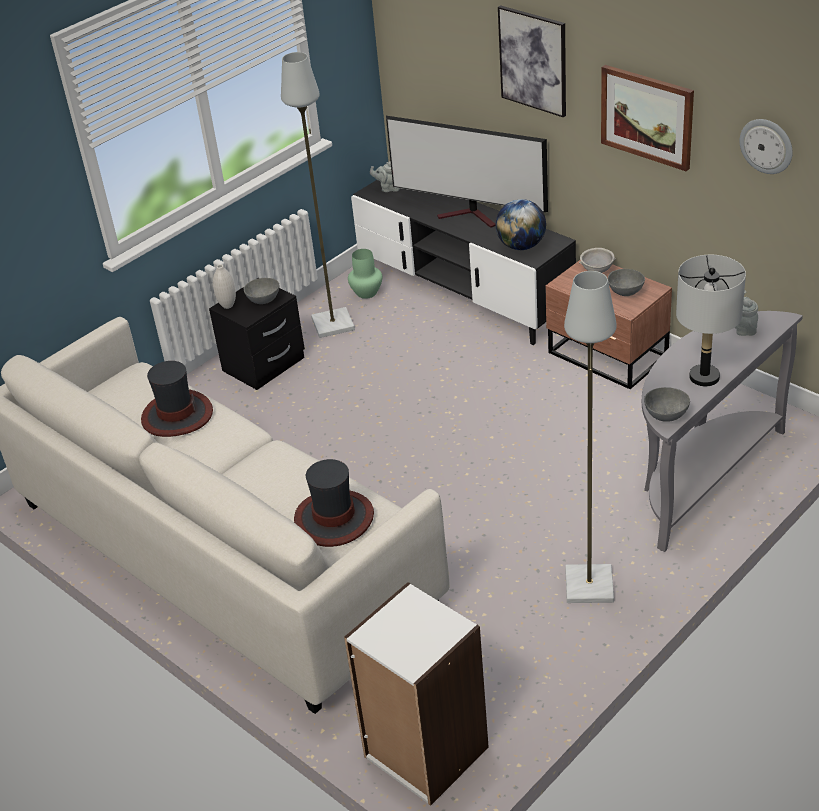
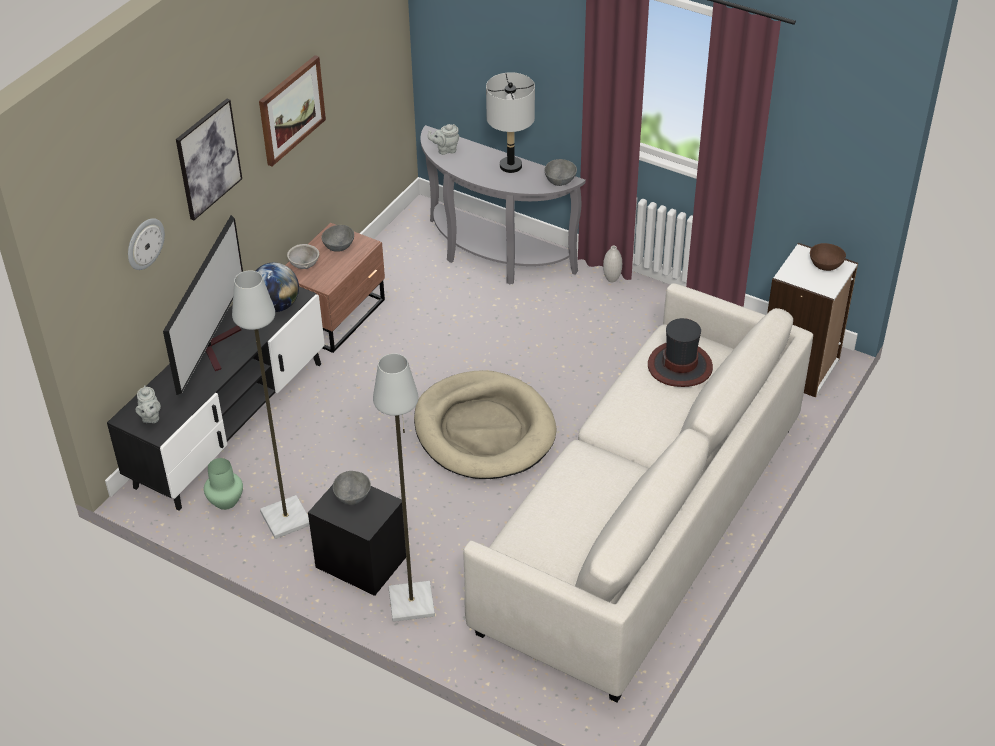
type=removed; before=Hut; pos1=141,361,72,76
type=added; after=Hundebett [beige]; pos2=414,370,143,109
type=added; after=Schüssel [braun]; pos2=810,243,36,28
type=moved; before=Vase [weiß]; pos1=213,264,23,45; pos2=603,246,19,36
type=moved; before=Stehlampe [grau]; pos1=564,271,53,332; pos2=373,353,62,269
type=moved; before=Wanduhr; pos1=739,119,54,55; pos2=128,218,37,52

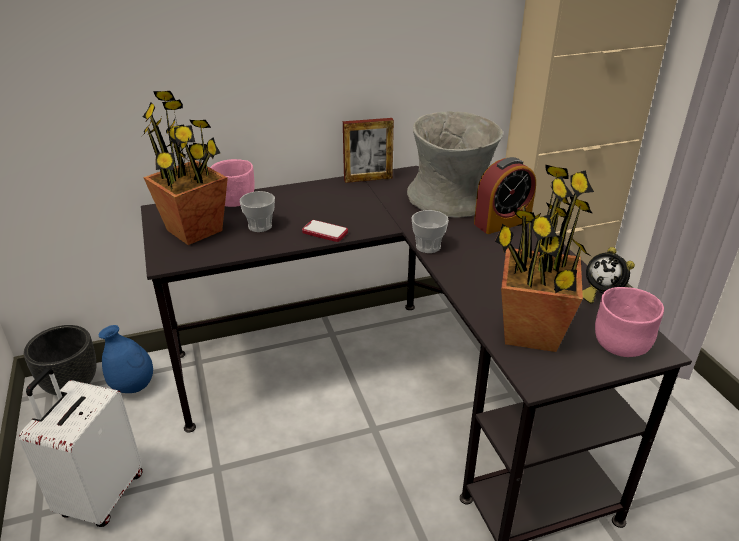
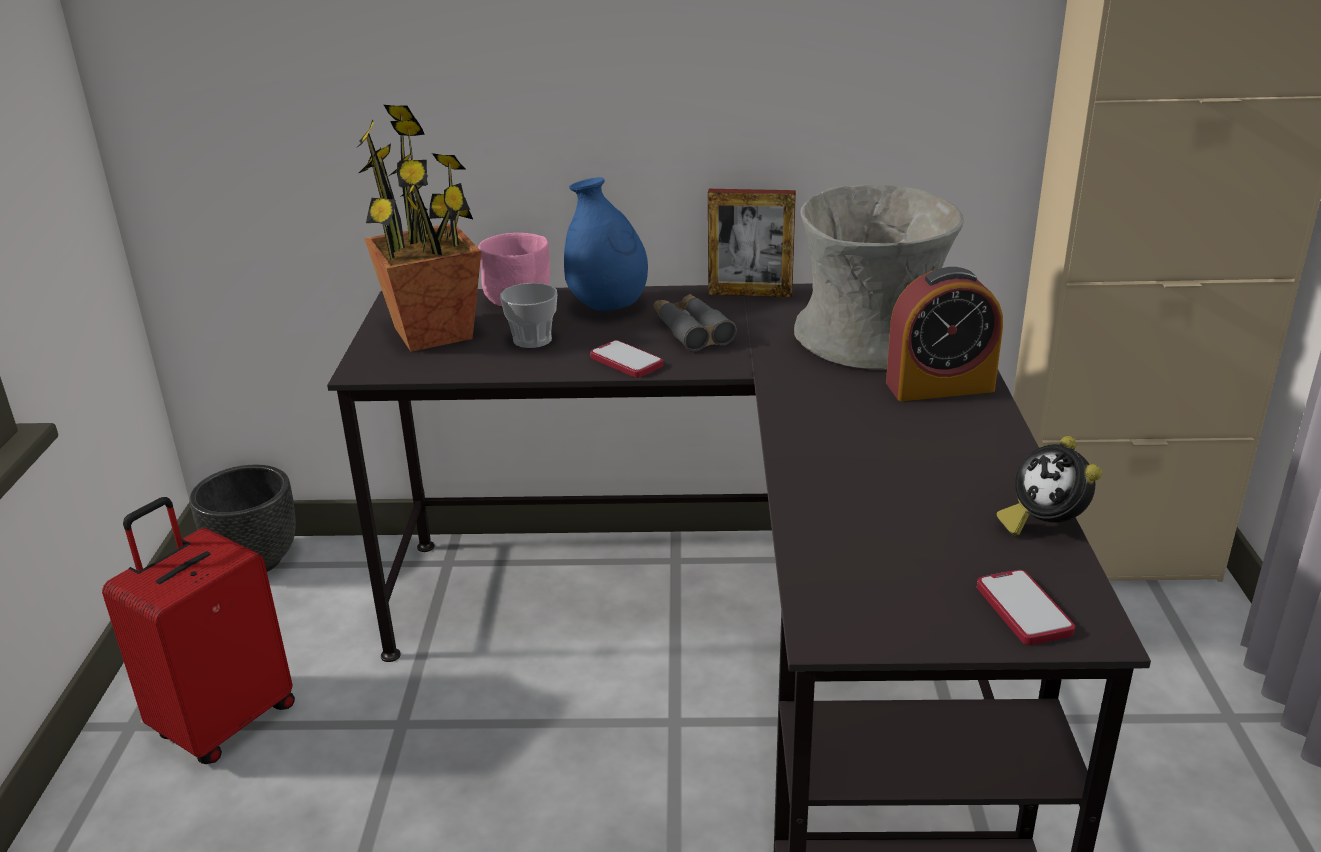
type=removed; before=Tasse; pos1=411,210,38,43
type=removed; before=Topfpflanze; pos1=495,164,99,188
type=added; after=Fernglas [grau]; pos2=653,294,84,57
type=moved; before=Vase [blau]; pos1=99,325,54,68; pos2=564,177,84,134
type=replaced; before=Schüssel [rosa]; after=Handy; pos1=595,287,69,70; pos2=977,570,98,75
type=recoloured; before=Koffer [weiß]; after=Koffer [rot]; pos1=19,368,124,159; pos2=102,497,193,267

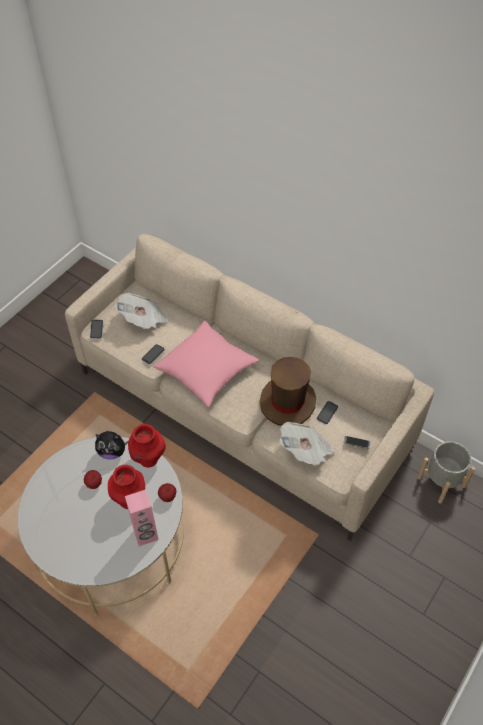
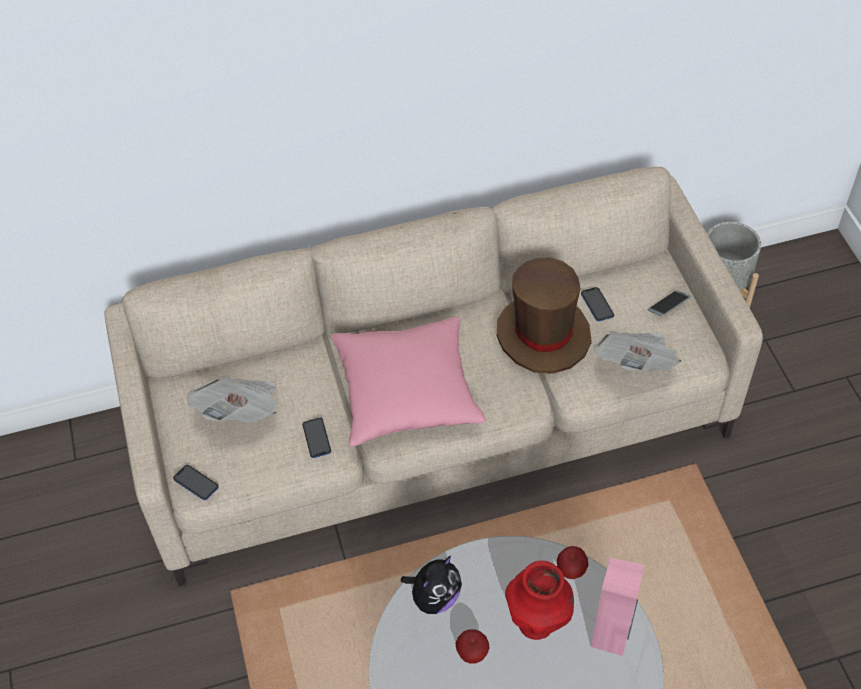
type=removed; before=Vase [rot]; pos1=128,424,38,44

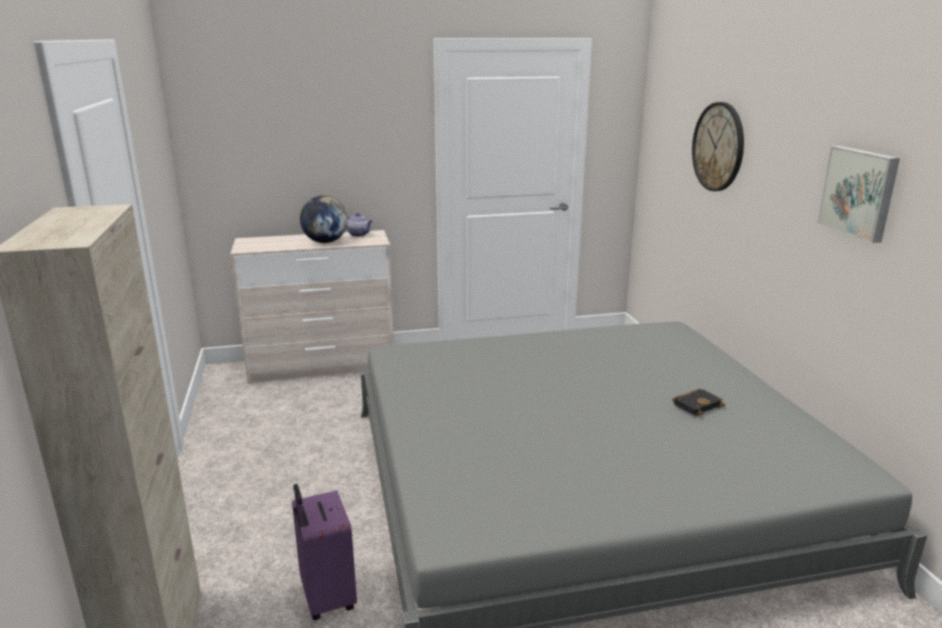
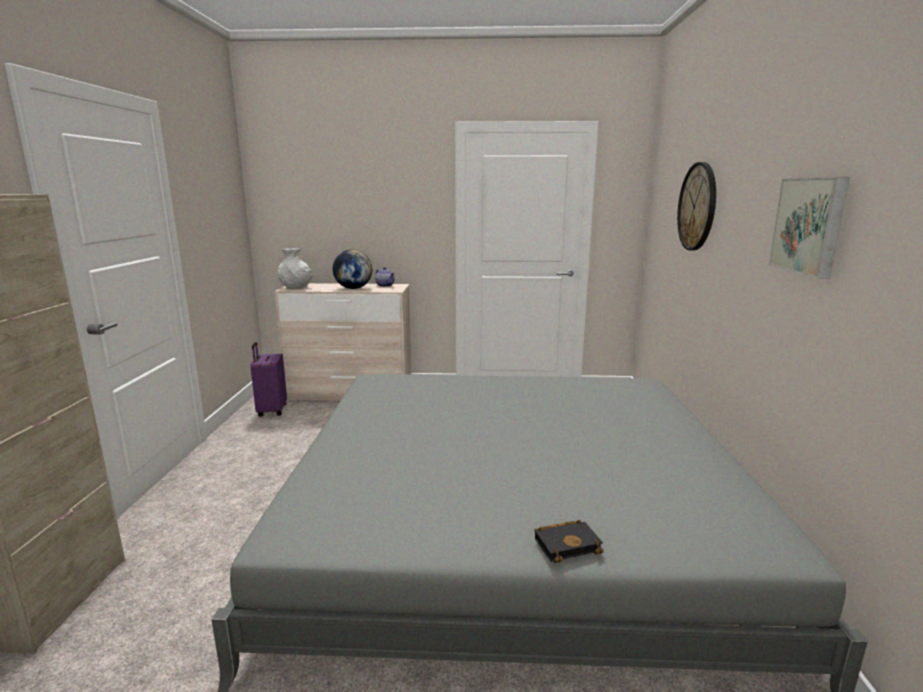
type=added; after=Vase [weiß]; pos2=278,248,35,41
type=moved; before=Koffer [lila]; pos1=292,484,65,136; pos2=250,342,37,75
type=moved; before=Buch [schwarz]; pos1=672,388,53,28; pos2=534,520,70,43

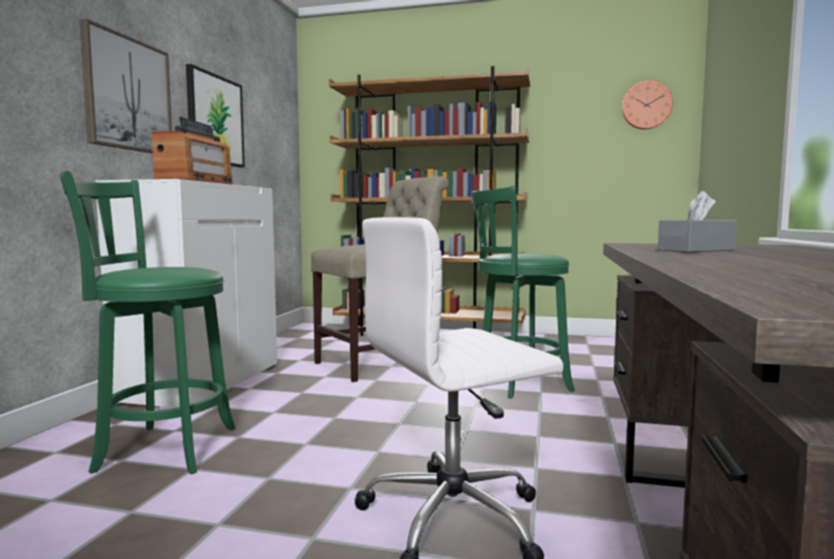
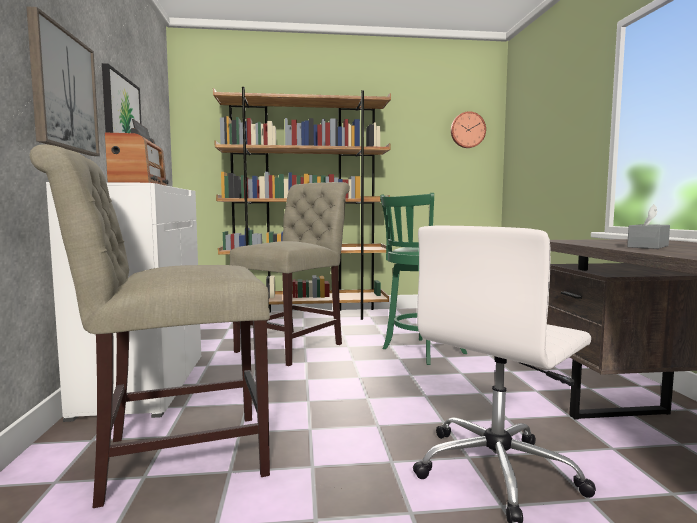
type=replaced; before=Hocker [grün]; after=Stuhl [beige]; pos1=60,171,176,303; pos2=30,144,240,364

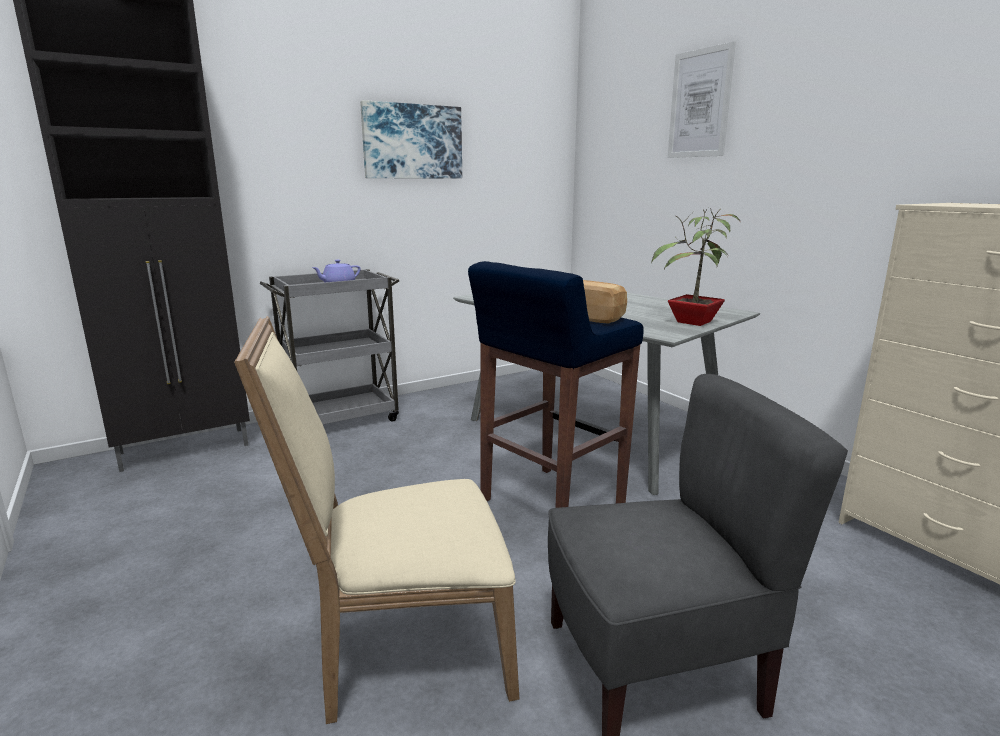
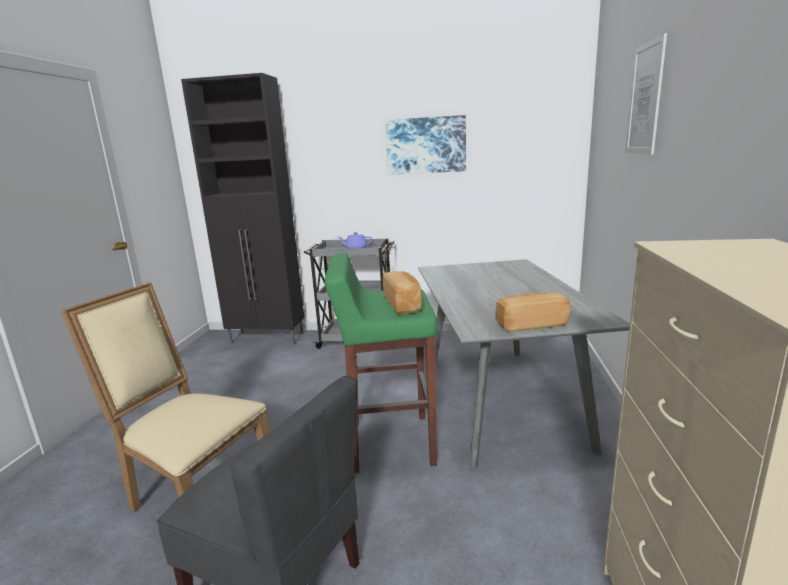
type=replaced; before=Topfpflanze; after=Brot; pos1=651,208,90,118; pos2=496,292,74,40
type=recoloured; before=Hocker [blau]; after=Hocker [grün]; pos1=468,261,176,247; pos2=325,253,112,220

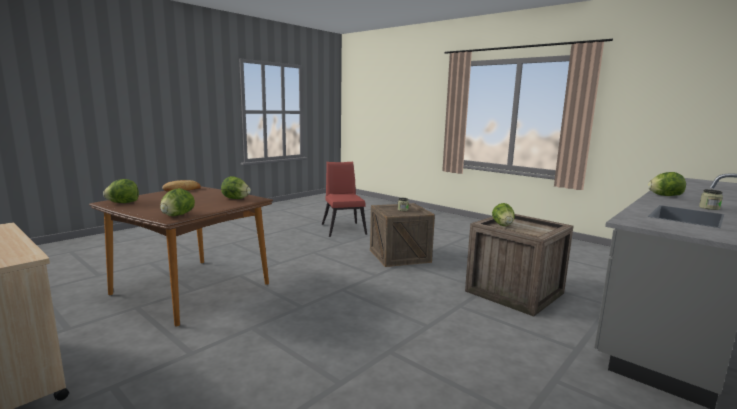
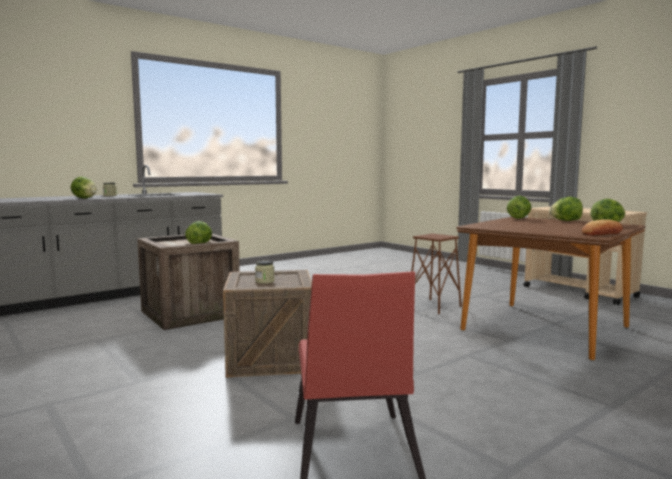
type=added; after=Hocker [braun]; pos2=411,233,51,81
type=moved; before=Salatkopf; pos1=221,176,30,23; pos2=549,197,34,24

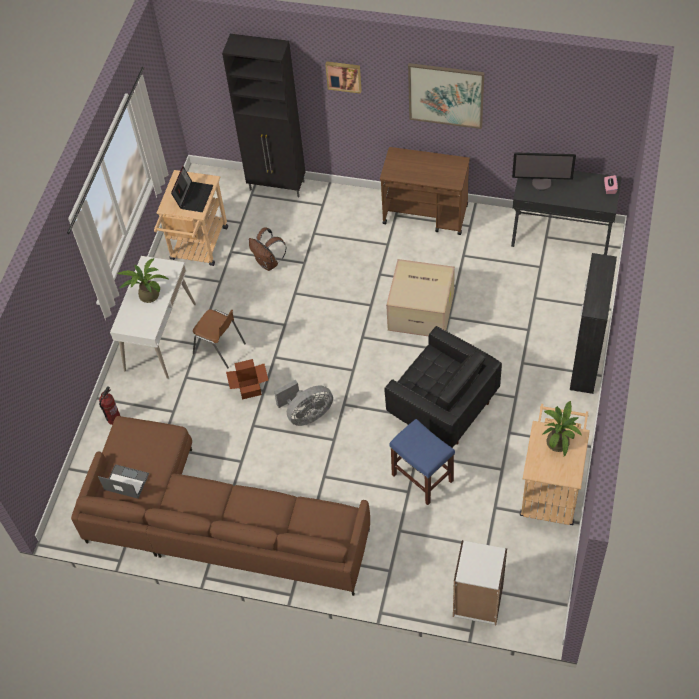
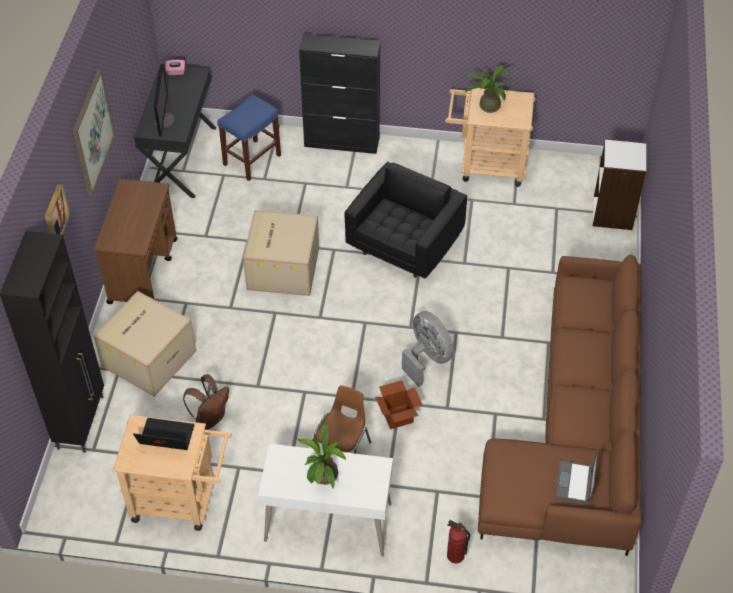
type=added; after=Karton; pos2=94,291,103,106
type=moved; before=Hocker [blau]; pos1=390,419,65,86; pos2=217,94,64,87

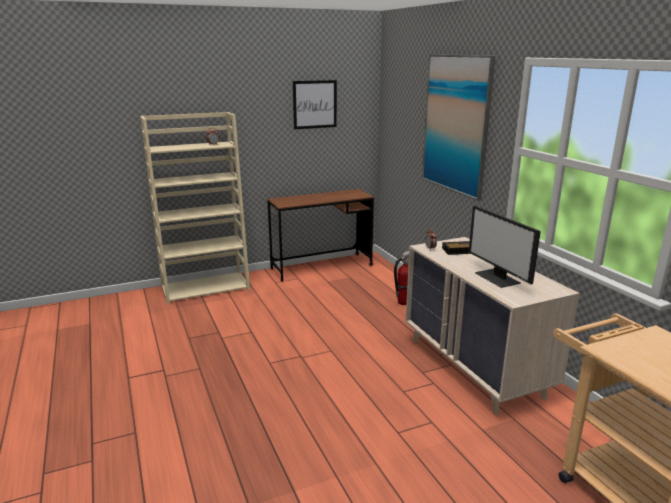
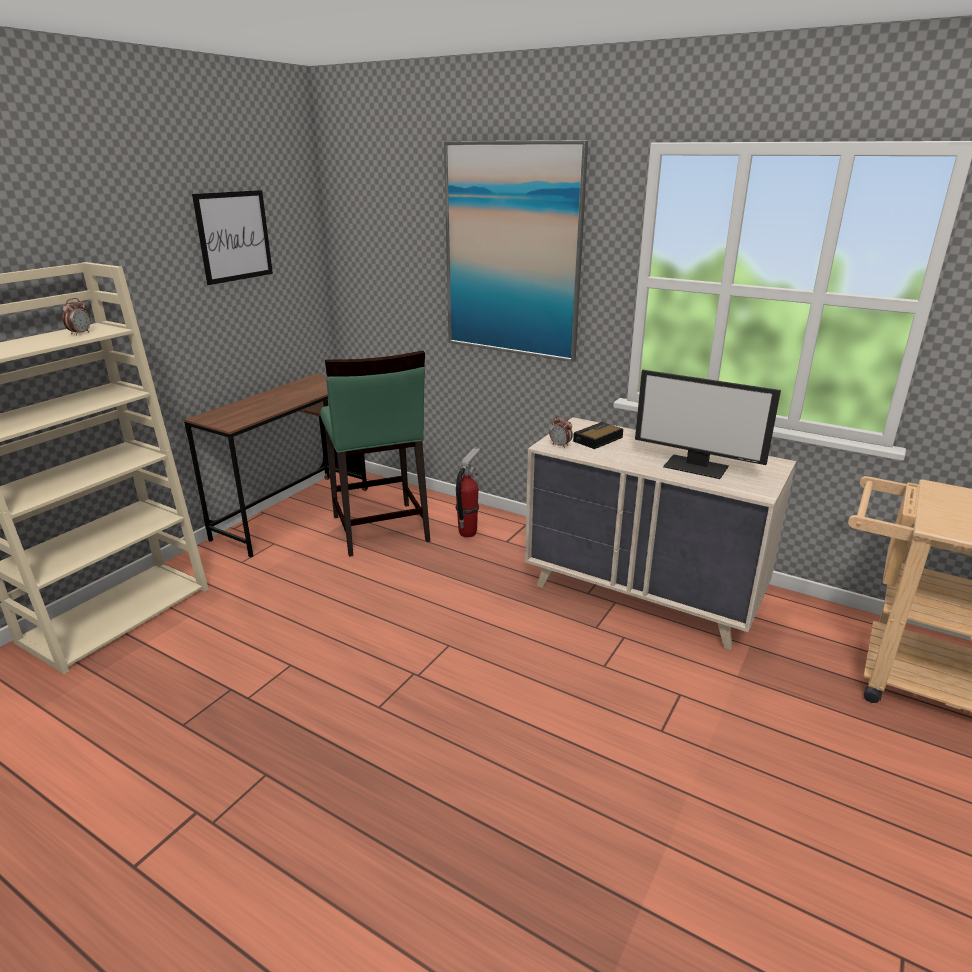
type=added; after=Hocker [grün]; pos2=320,350,110,207

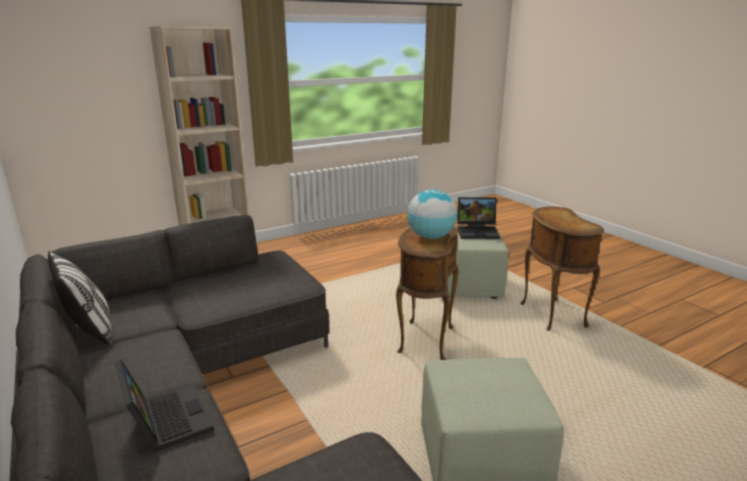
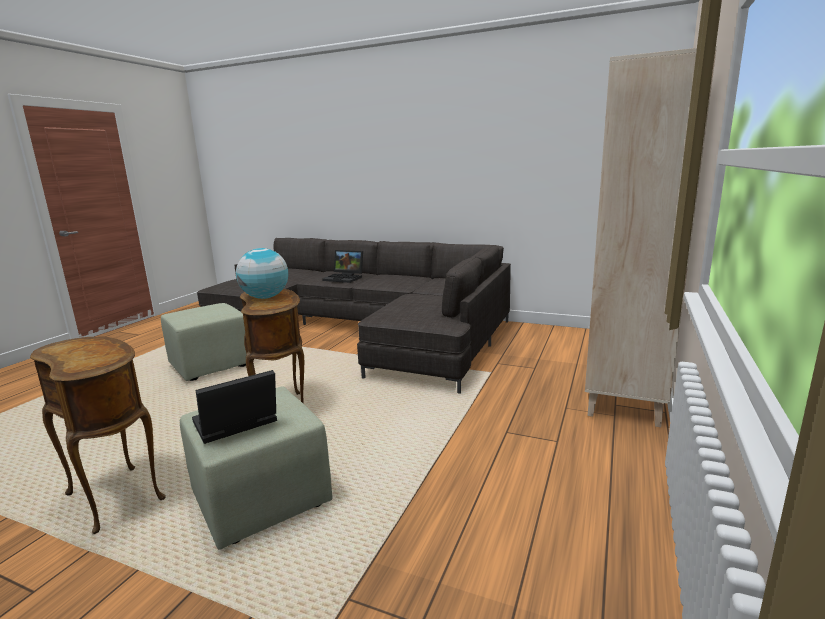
type=removed; before=Kissen; pos1=48,251,64,95

